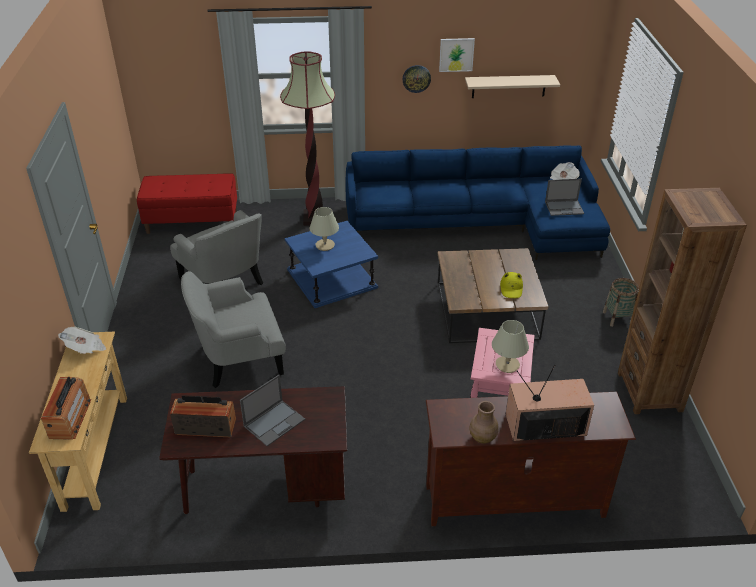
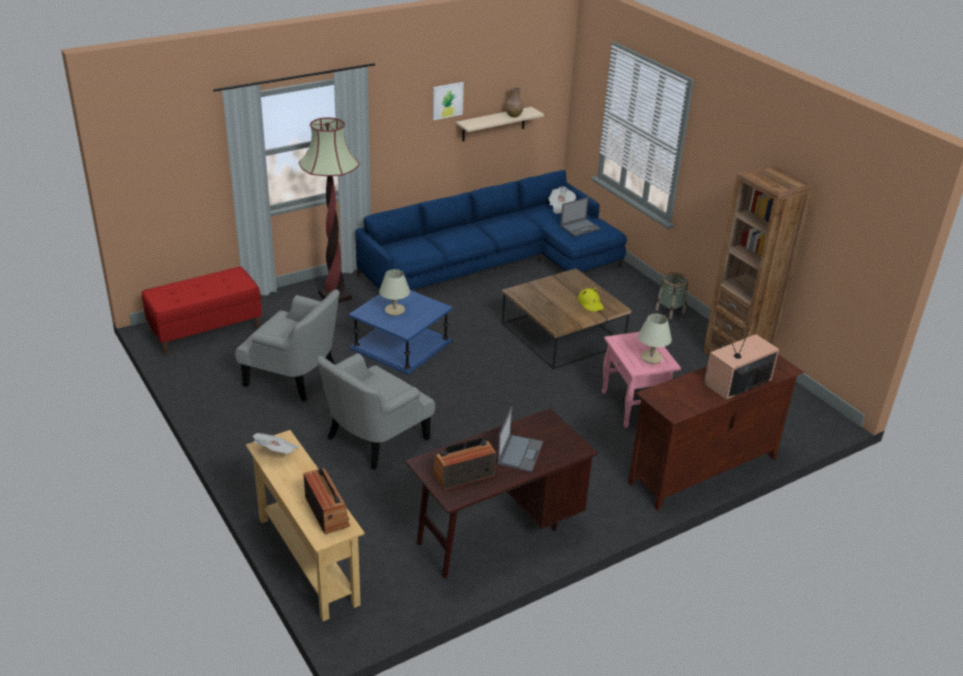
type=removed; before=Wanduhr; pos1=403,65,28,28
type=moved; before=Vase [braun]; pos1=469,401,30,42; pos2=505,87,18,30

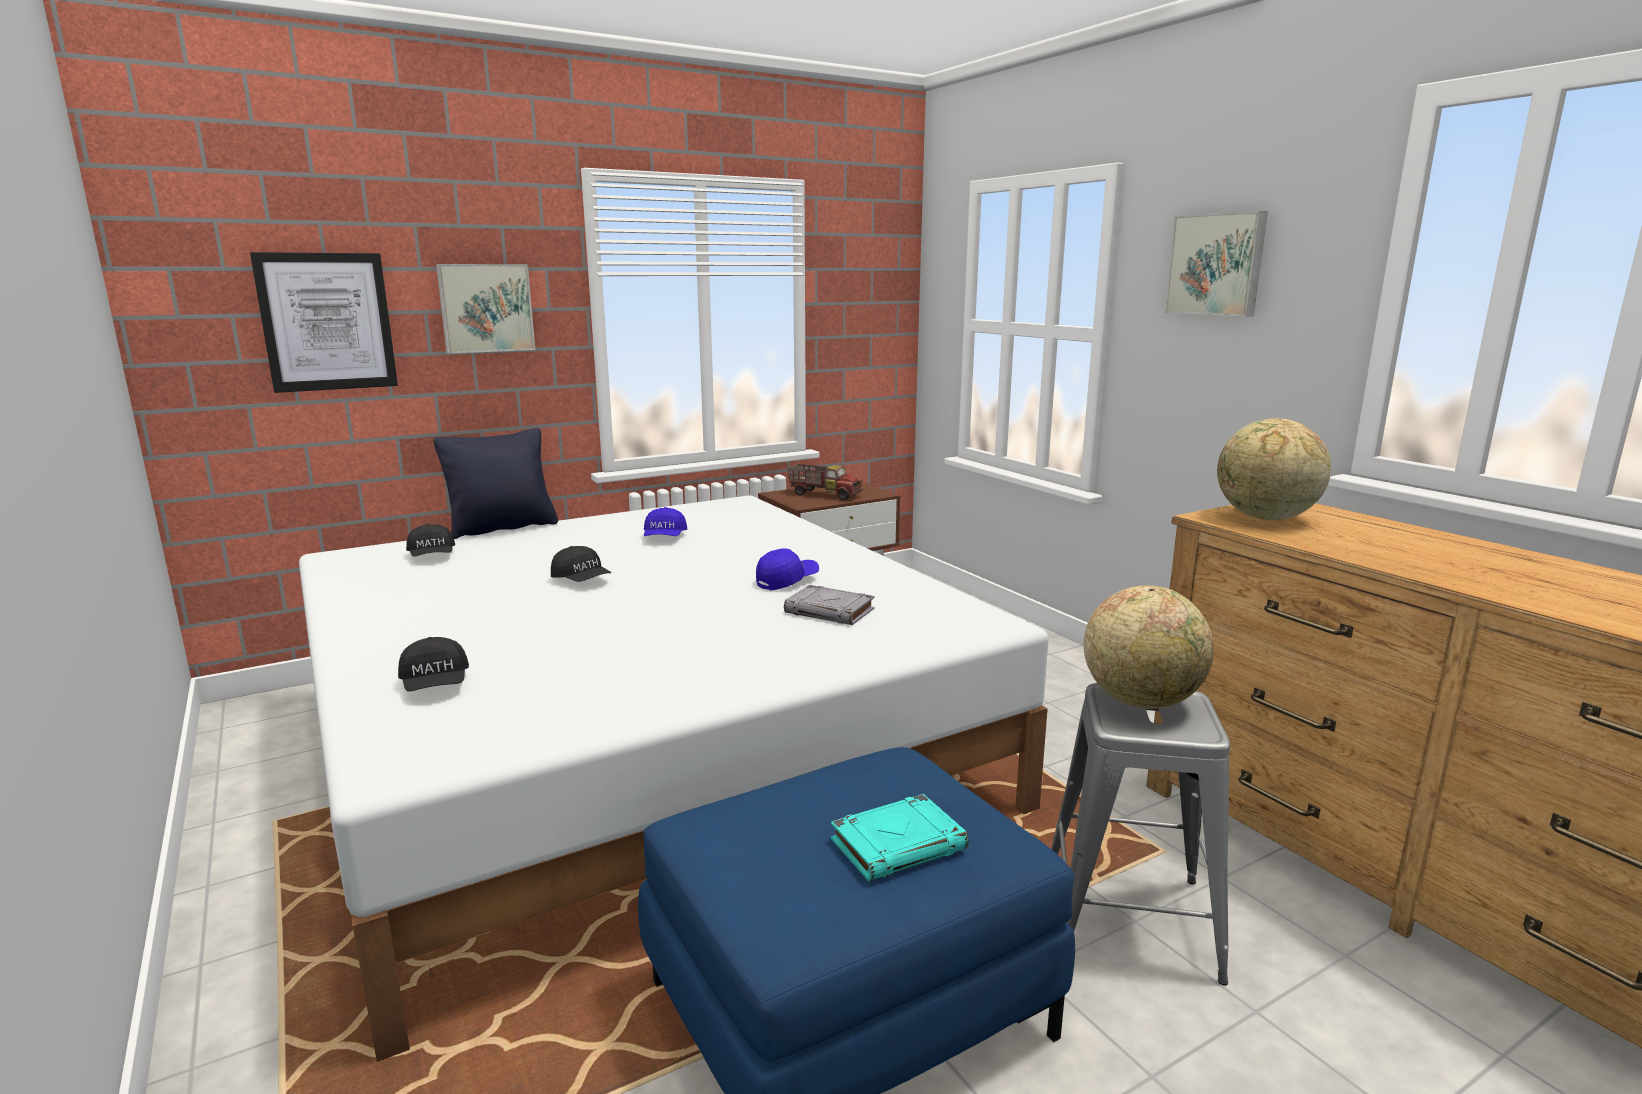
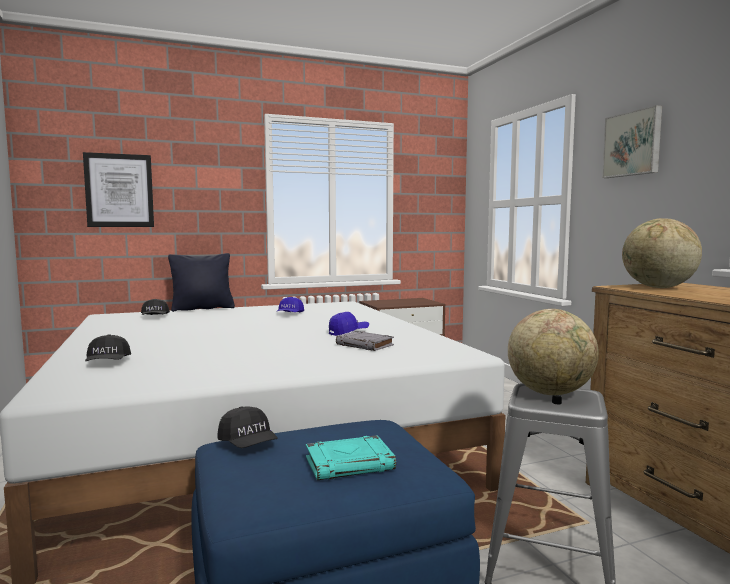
type=removed; before=Bild; pos1=436,264,99,90
type=removed; before=Spielzeuglaster; pos1=787,464,76,36
type=moved; before=Kappe [schwarz]; pos1=551,546,60,36; pos2=217,406,61,42

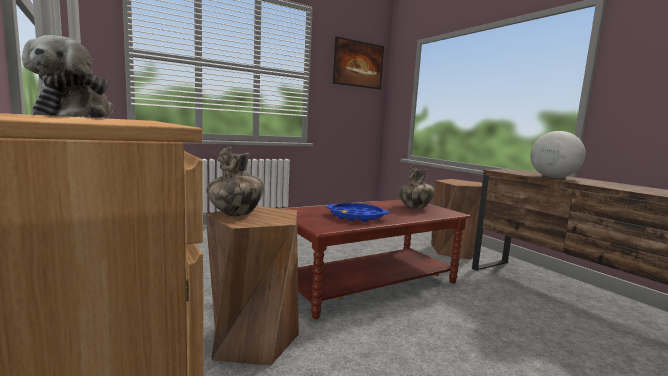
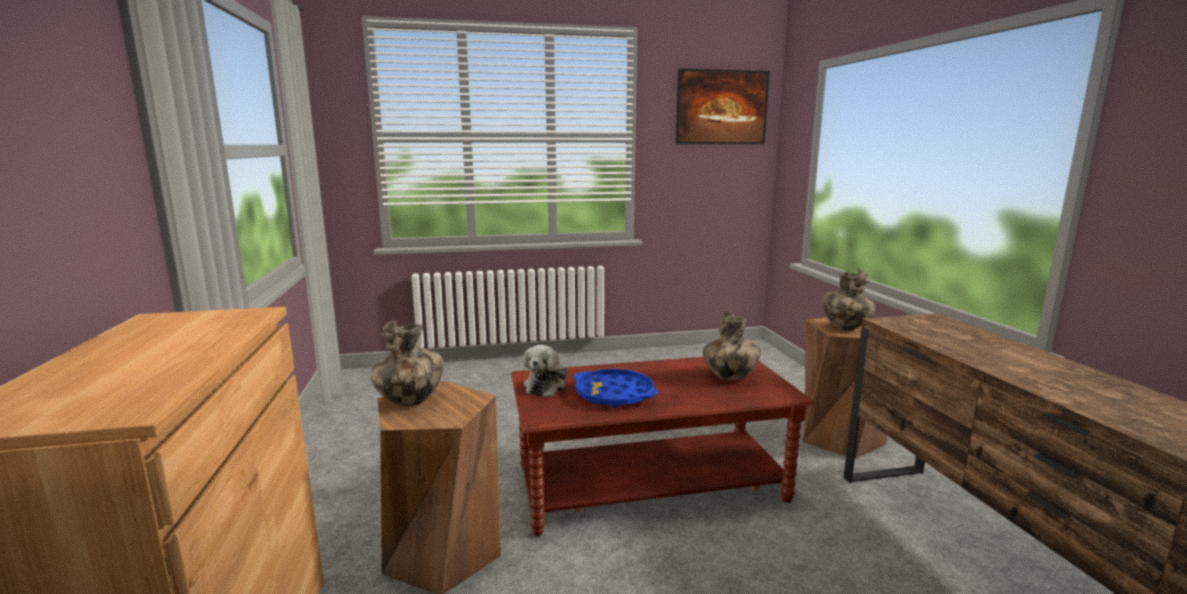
type=removed; before=Globus; pos1=530,131,56,47
type=added; after=Vase; pos2=822,268,54,62
type=moved; before=Plüschtier; pos1=22,35,91,83; pos2=523,345,45,52

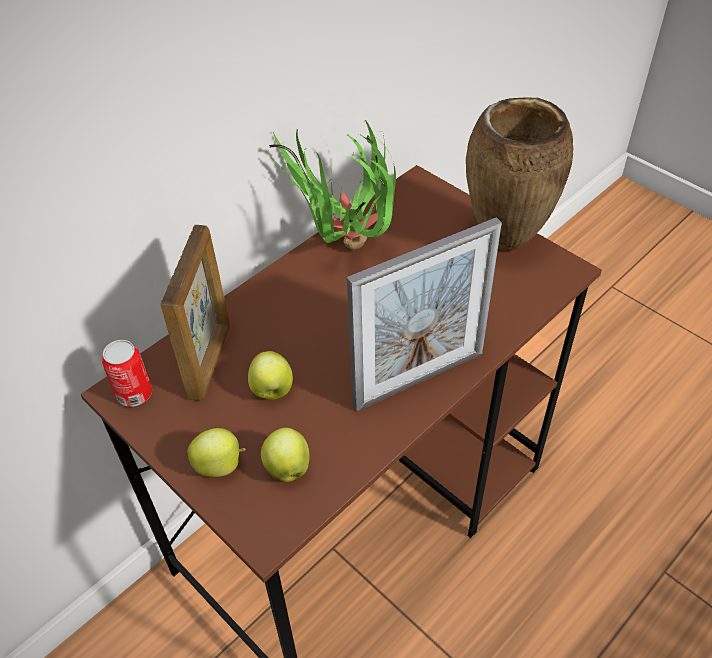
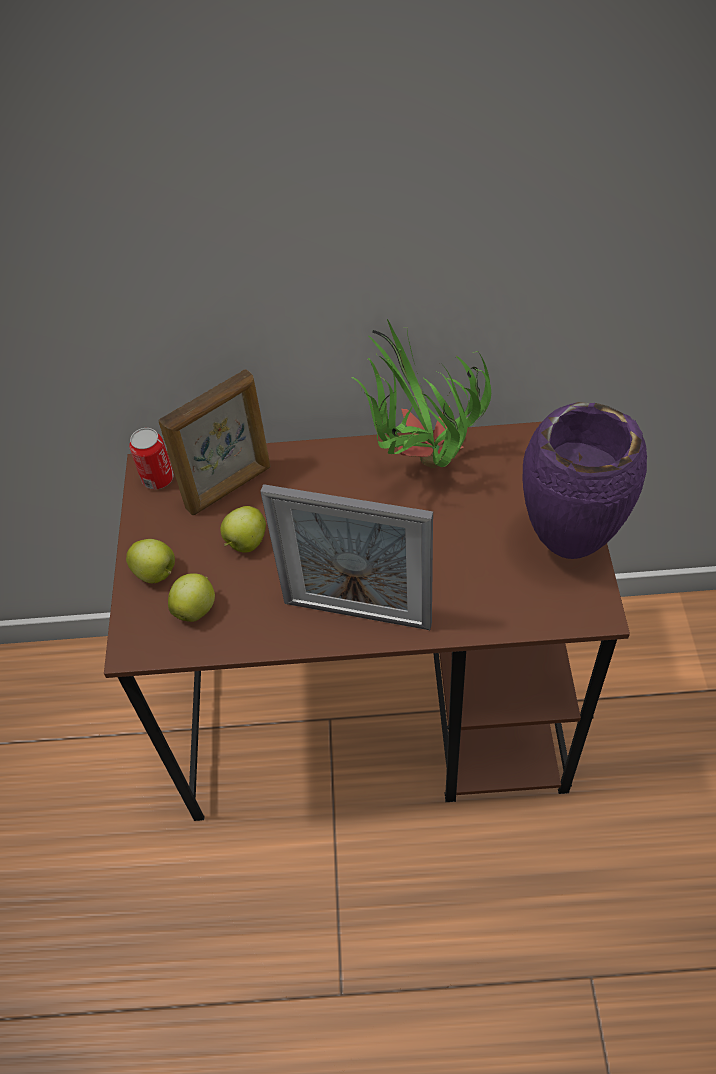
type=recoloured; before=Vase [braun]; after=Vase [lila]; pos1=466,97,107,154; pos2=523,402,124,157

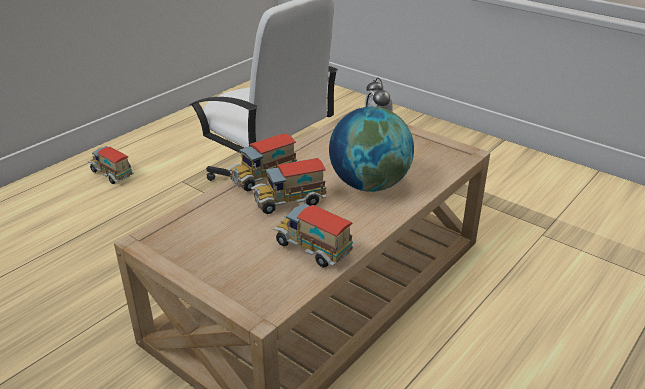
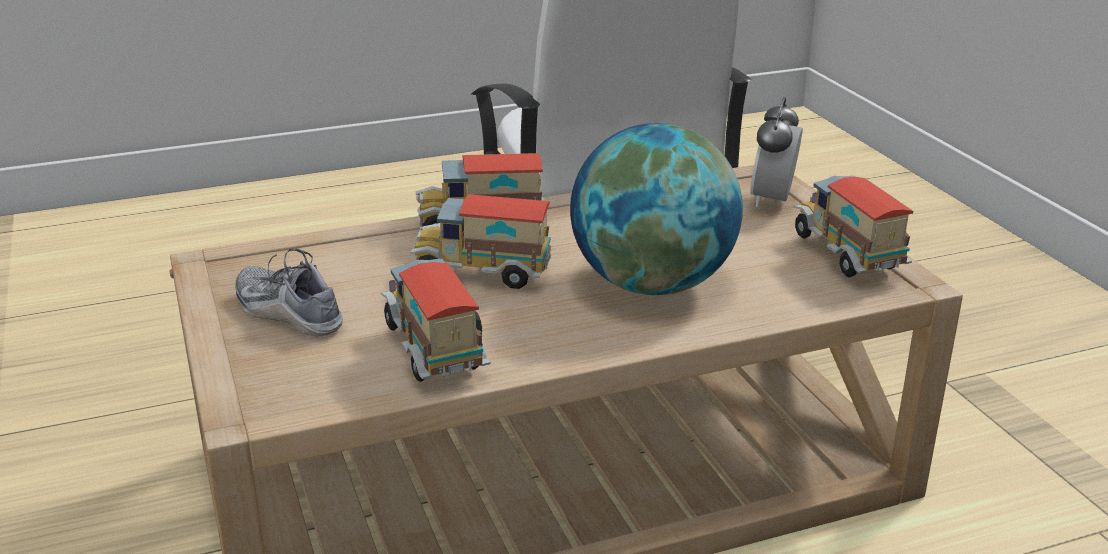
type=added; after=Schuh; pos2=235,248,108,88
type=moved; before=Spielzeuglaster; pos1=88,146,46,38; pos2=793,176,120,102

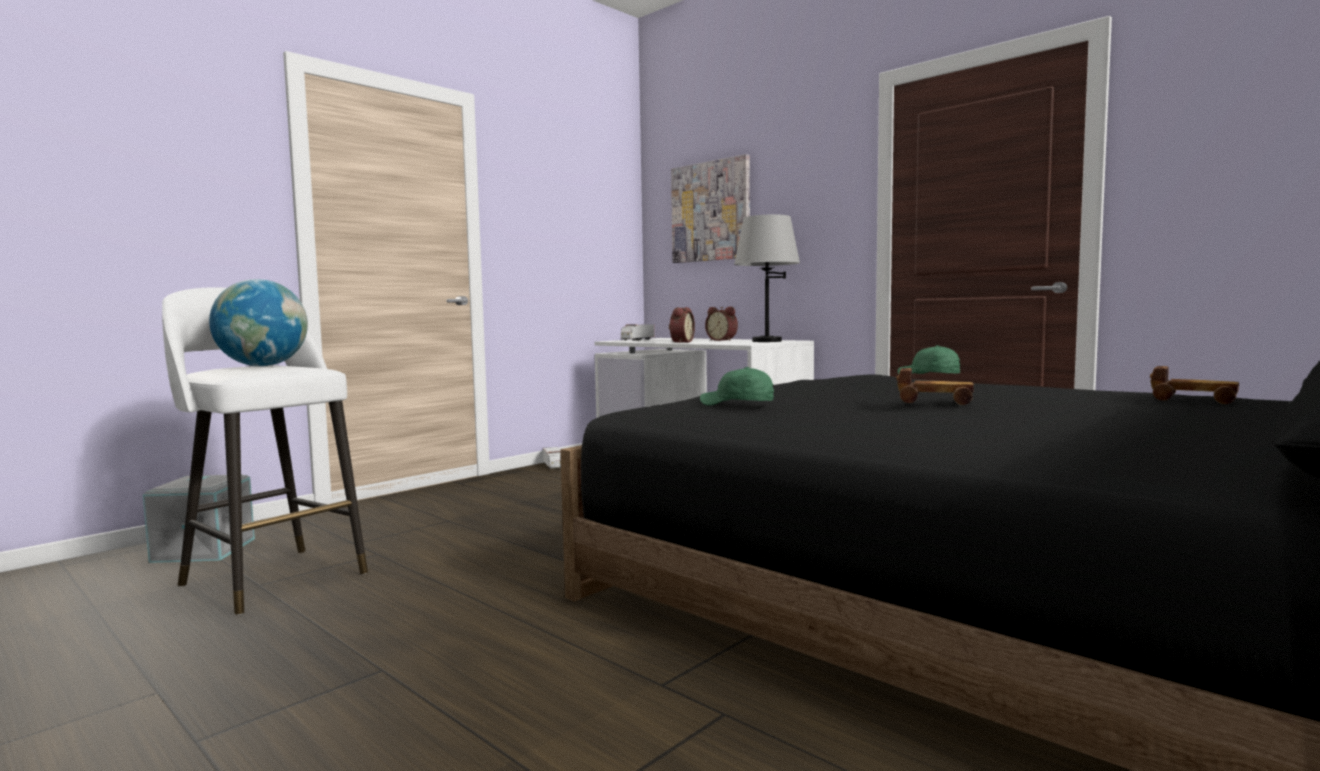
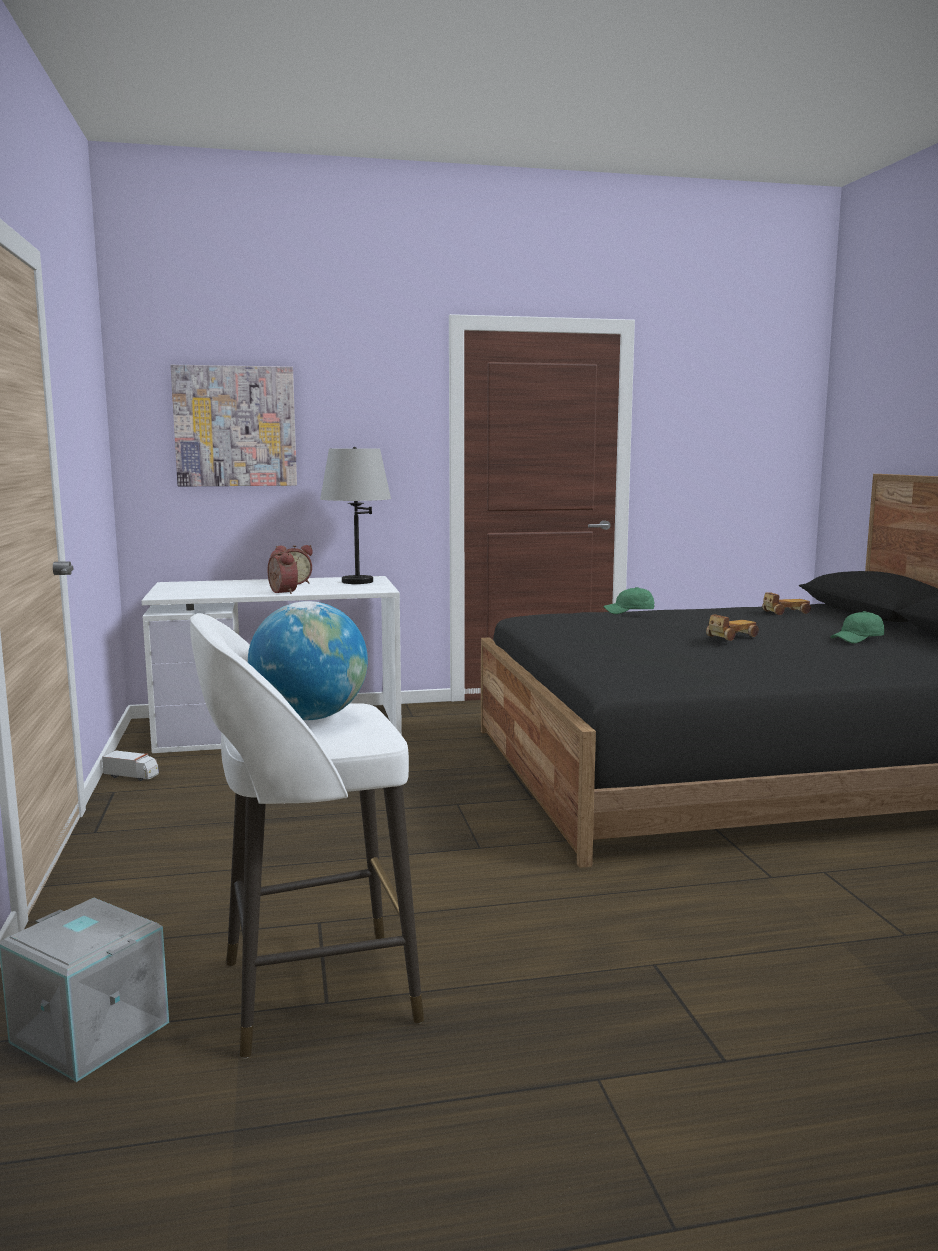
type=removed; before=Spielzeuglaster; pos1=621,325,33,16
type=moved; before=Kappe [grün]; pos1=700,367,74,39; pos2=831,611,54,33

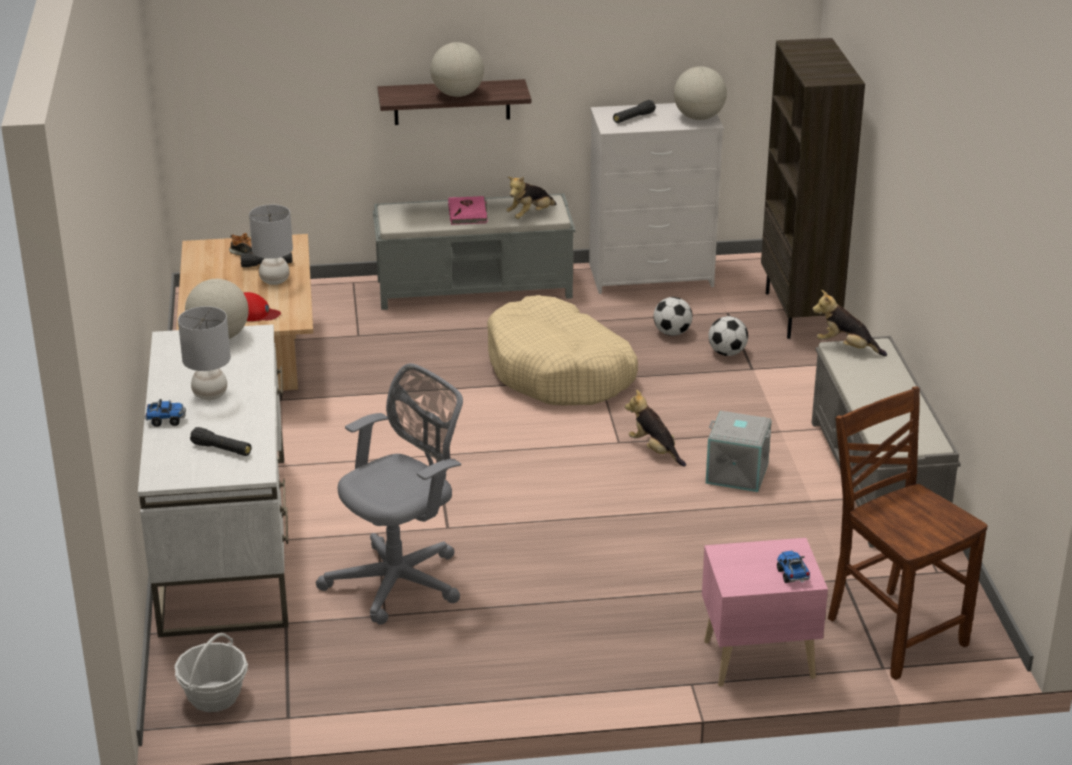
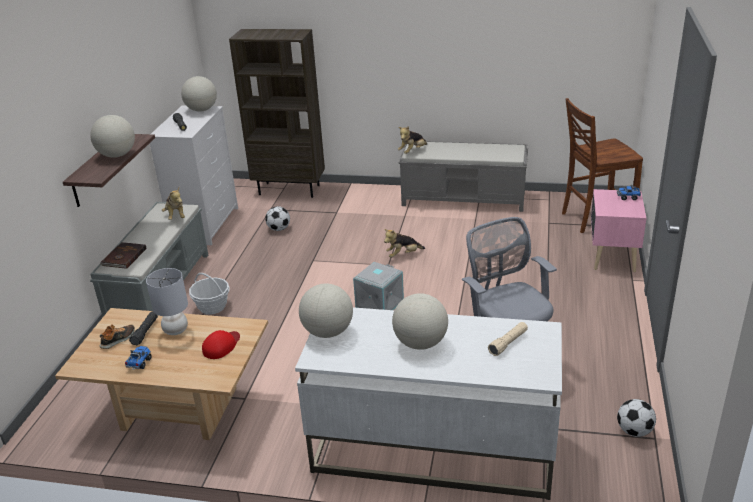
type=removed; before=Buch [rosa]; pos1=448,196,40,29
type=removed; before=Hundebett [beige]; pos1=487,295,151,110
type=added; after=Buch [braun]; pos2=99,242,47,27
type=moved; before=Spielzeuglaster; pos1=144,399,42,28; pos2=125,346,27,24
type=moved; before=Korb; pos1=175,633,73,79; pos2=189,273,41,42
type=moved; before=Aufbewahrungsbox [grau]; pos1=706,411,66,81; pos2=353,262,51,48
type=moved; before=Fußball; pos1=708,316,40,40; pos2=617,399,39,38
type=replaced; before=Tischlampe [grau]; after=Globus; pos1=178,306,53,94; pos2=392,293,56,57
type=recoloured; before=Taschenlampe [schwarz]; after=Taschenlampe [beige]; pos1=190,427,61,29; pos2=488,322,40,34

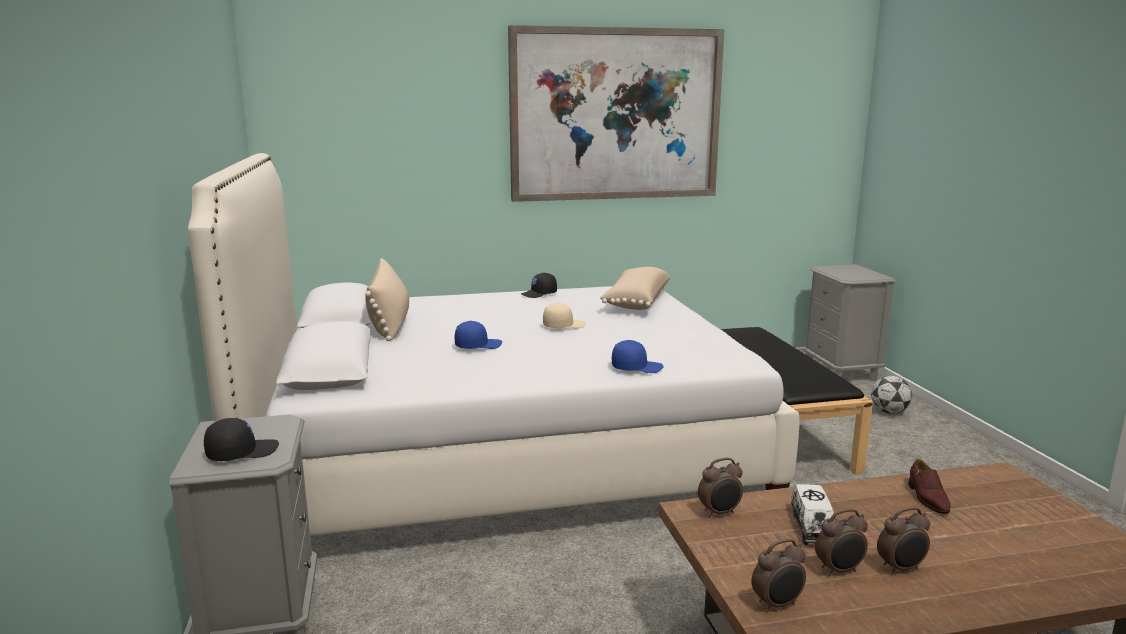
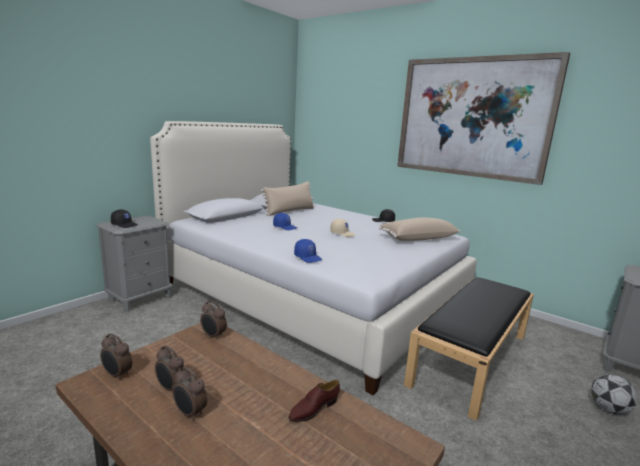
type=removed; before=Spielzeuglaster; pos1=791,484,43,61

